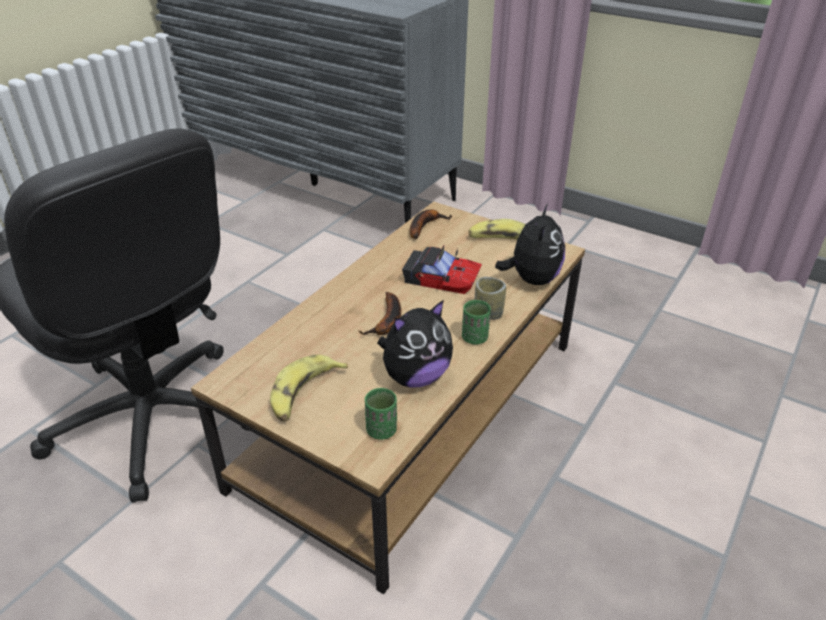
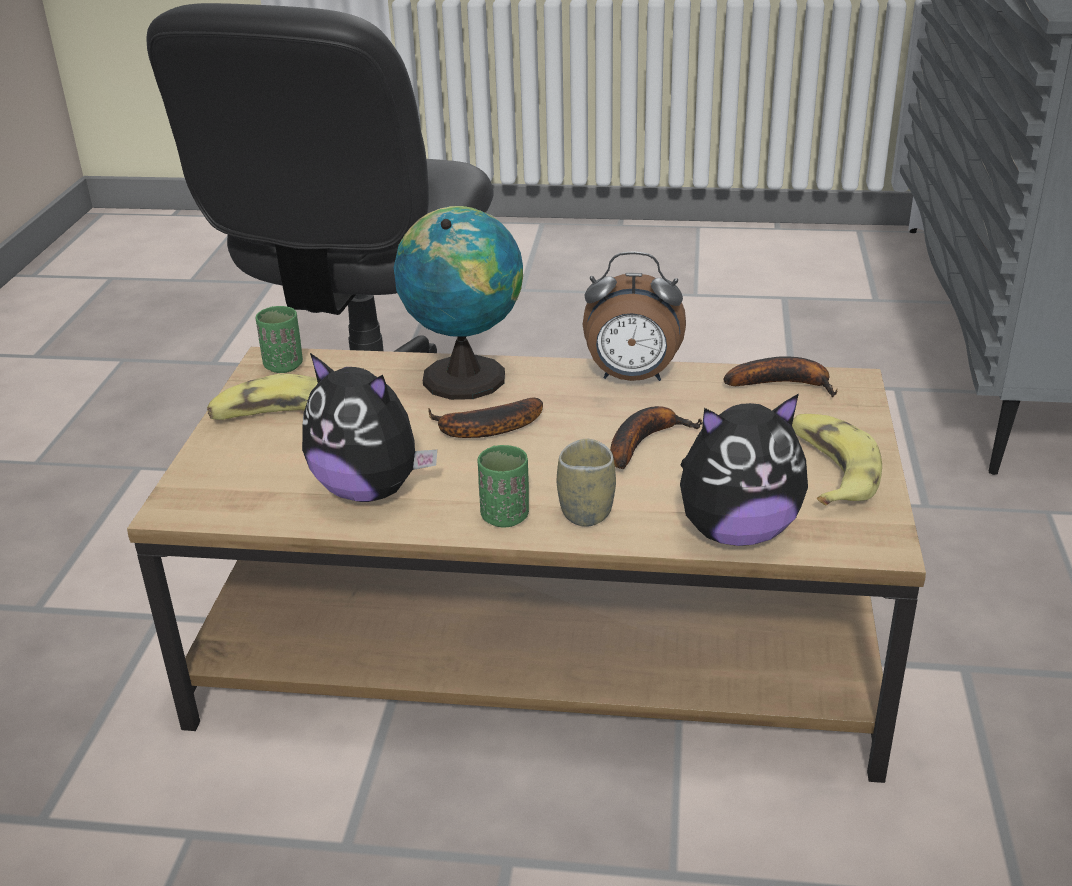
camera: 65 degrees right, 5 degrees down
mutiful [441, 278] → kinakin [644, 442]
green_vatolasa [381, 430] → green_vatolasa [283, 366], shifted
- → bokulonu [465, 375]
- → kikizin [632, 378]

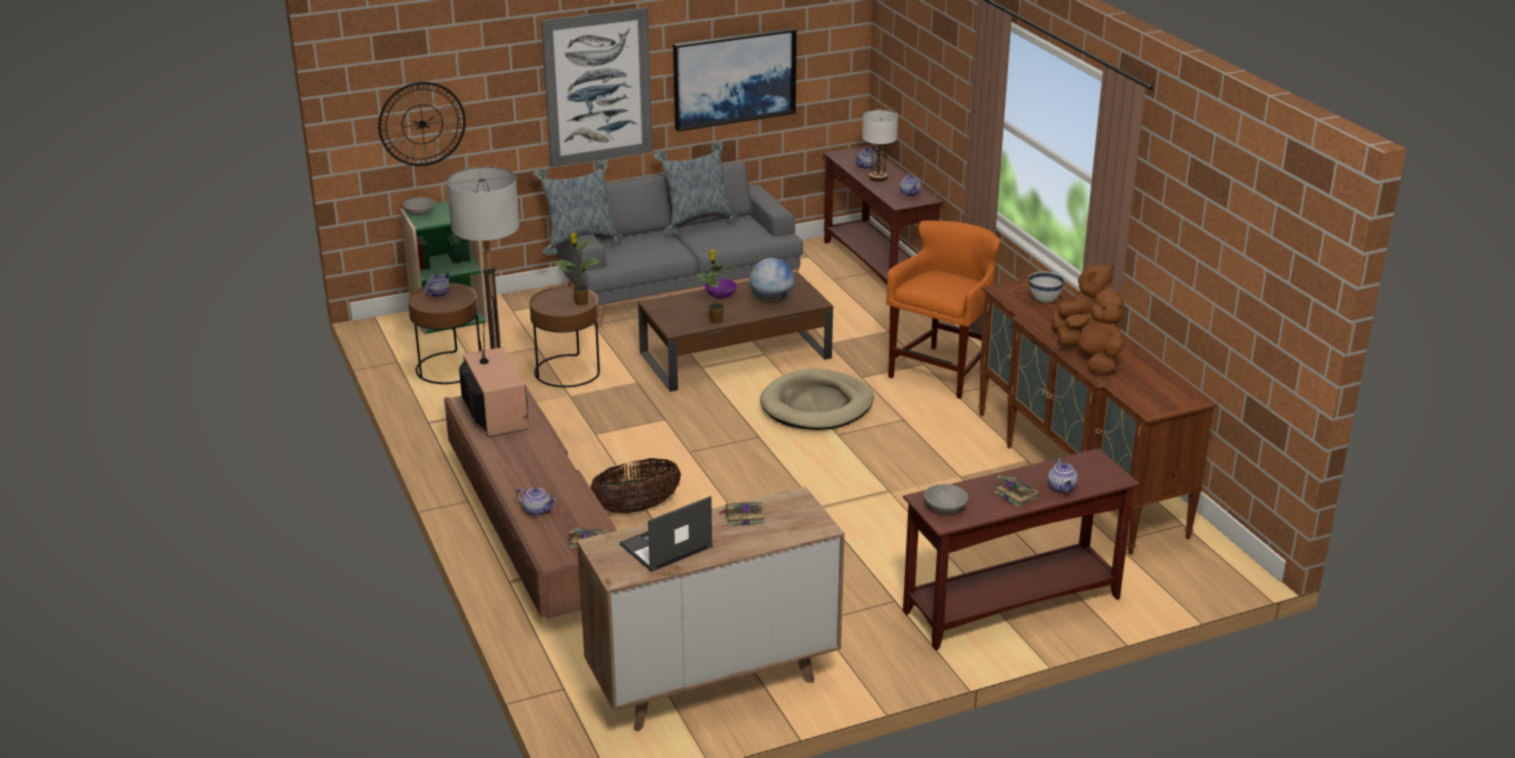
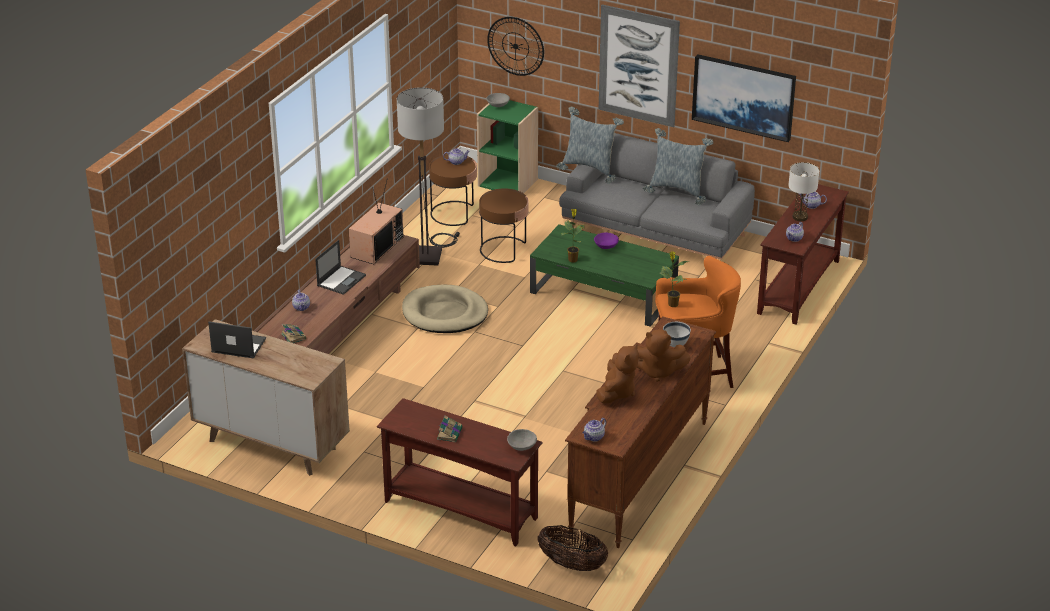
camera: 50 degrees right, 5 degrees up
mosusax [580, 303] → mosusax [672, 304], shifted
bokulonu [771, 300] → -
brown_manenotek [736, 355] → green_manenotek [604, 293]
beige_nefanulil [817, 405] → beige_nefanulil [445, 313], shifted
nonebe [636, 508] → nonebe [572, 564], shifted
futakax [1062, 488] → futakax [594, 437], shifted
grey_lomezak [945, 508] → grey_lomezak [522, 446], shifted
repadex [743, 516] → -
- → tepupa [341, 280]

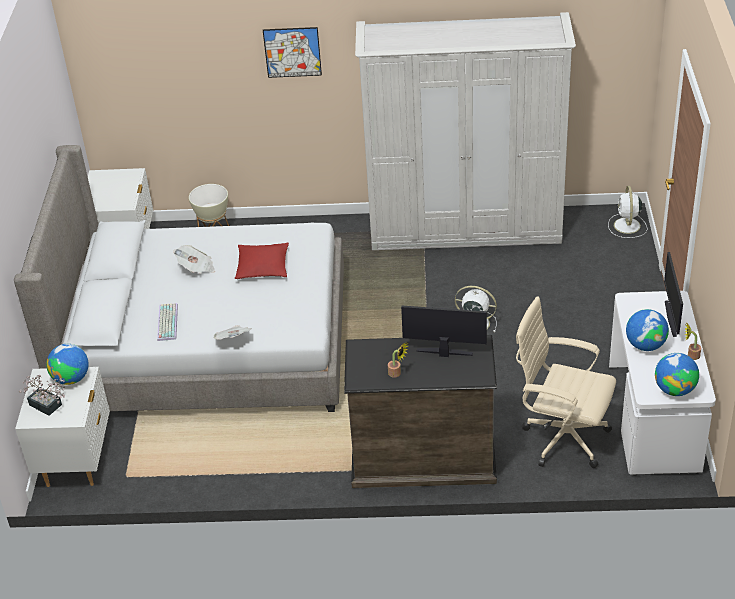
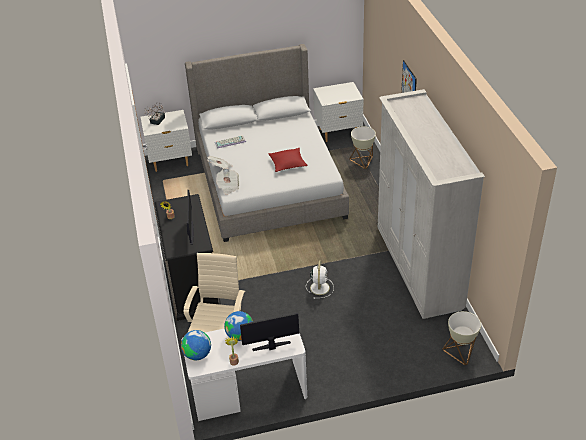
camera: 75 degrees right, 0 degrees up
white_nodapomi [627, 226] → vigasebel [460, 353]
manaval [196, 268] → manaval [228, 186], shifted
bokulonu [71, 379] → -

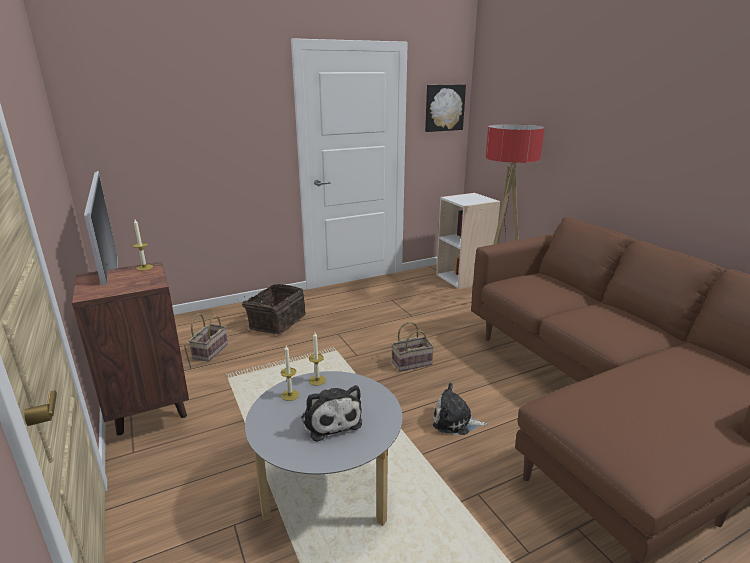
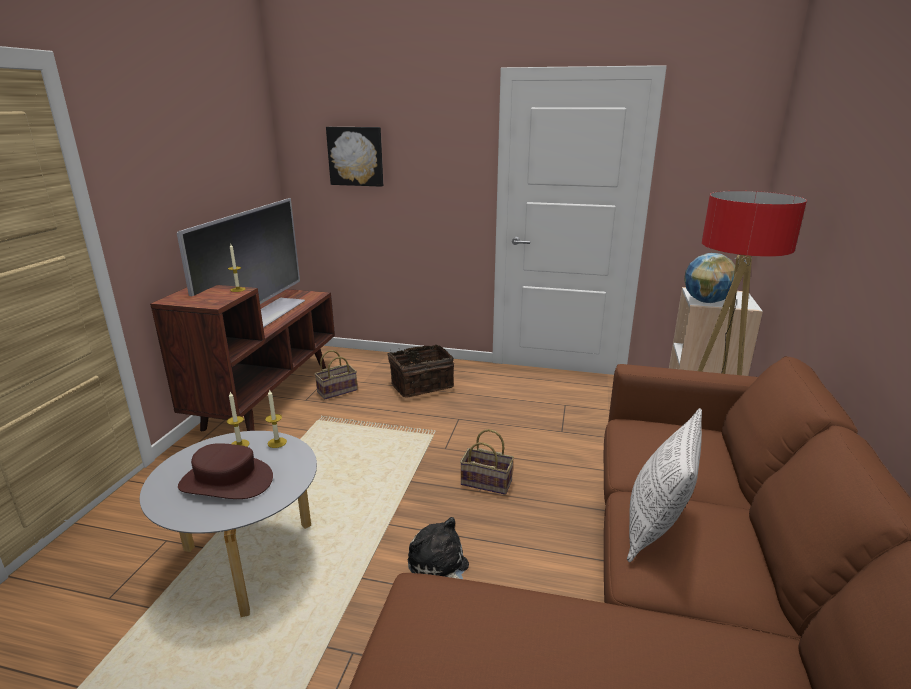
camera: 40 degrees right, 0 degrees up
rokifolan [444, 107] → rokifolan [356, 156], shifted
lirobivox [330, 420] → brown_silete [227, 481]
- → bokulonu [706, 301]
- → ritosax [655, 528]

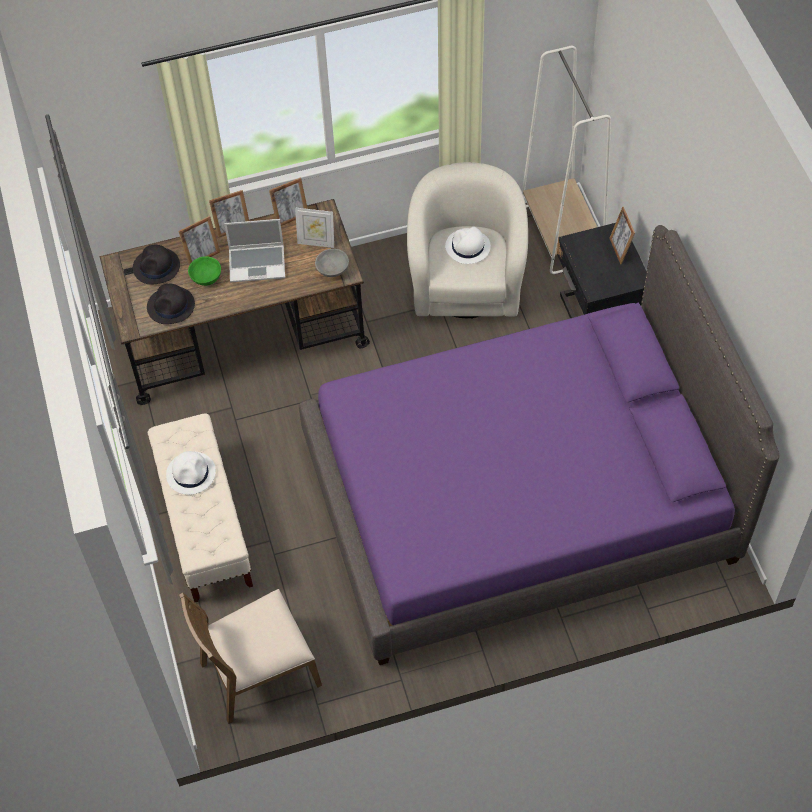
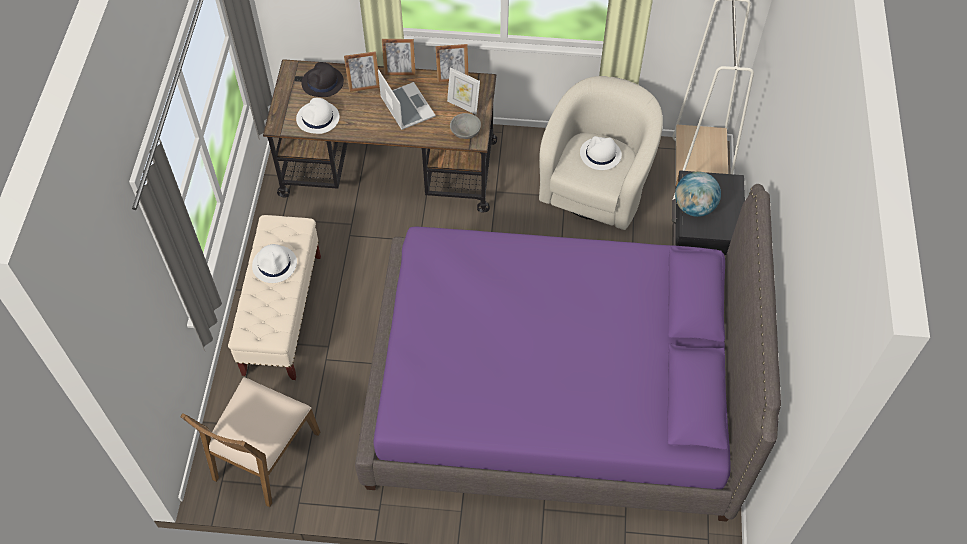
camera: 20 degrees right, 0 degrees up
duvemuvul [619, 250] → -
tepupa [258, 263] → tepupa [406, 107], 135 degrees counterclockwise
green_lomezak [206, 278] → -
black_silete [171, 306] → white_silete [318, 118]
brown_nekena [258, 672] → brown_nekena [264, 455], 60 degrees counterclockwise
- → bokulonu [694, 207]

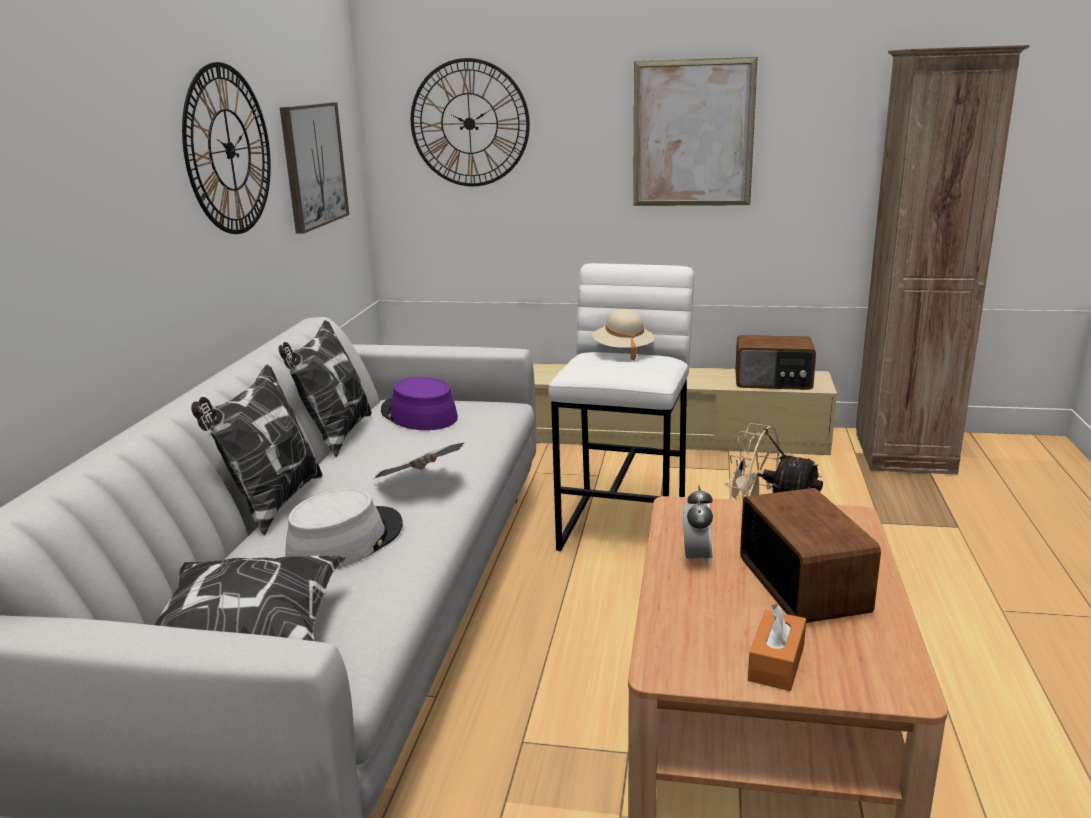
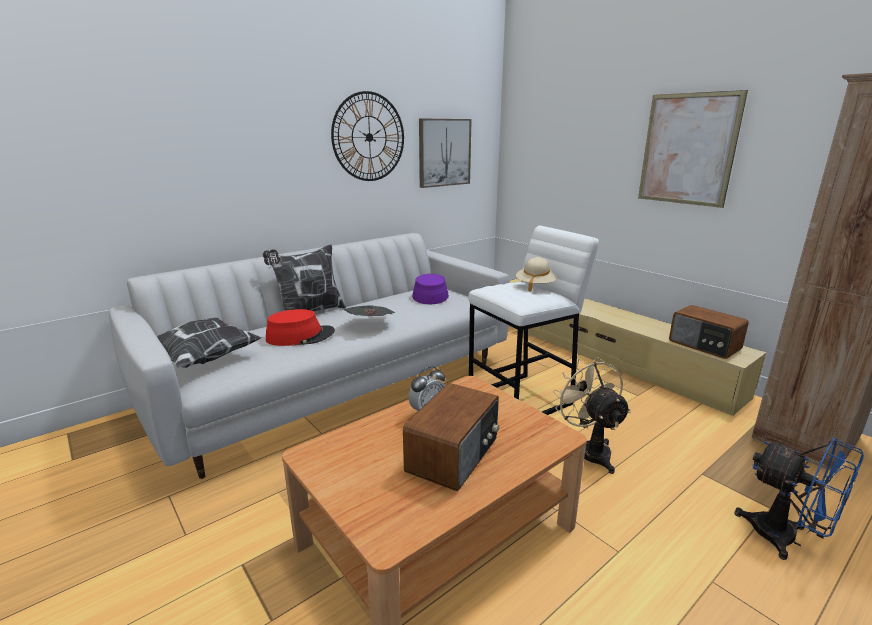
camera: 40 degrees right, 0 degrees up
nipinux [469, 123] → -
ritosax [335, 436] → -
grey_silete [345, 541] → red_silete [300, 336]
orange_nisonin [776, 663] → -
- → blue_nodapomi [786, 539]

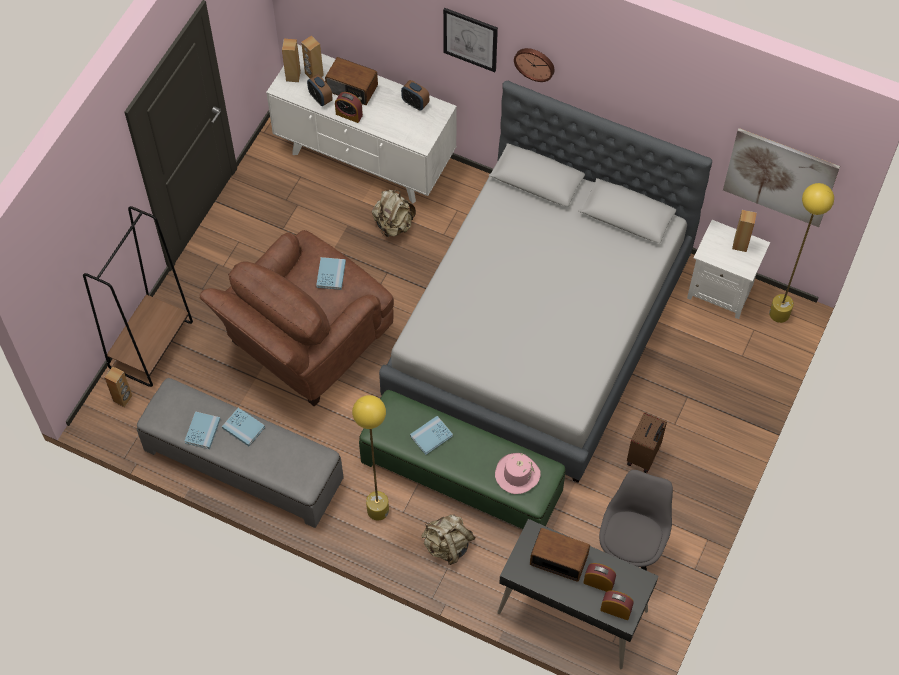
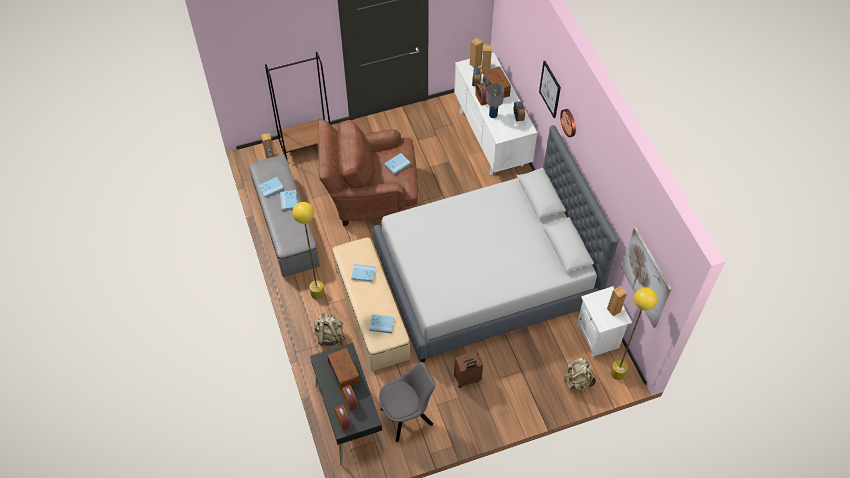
camera: 45 degrees right, 5 degrees down
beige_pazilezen [393, 225] → beige_pazilezen [577, 380], shifted
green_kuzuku [462, 476] → beige_kuzuku [372, 312]
pink_silete [517, 474] → blue_repadex [381, 324]
- → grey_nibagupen [493, 115]

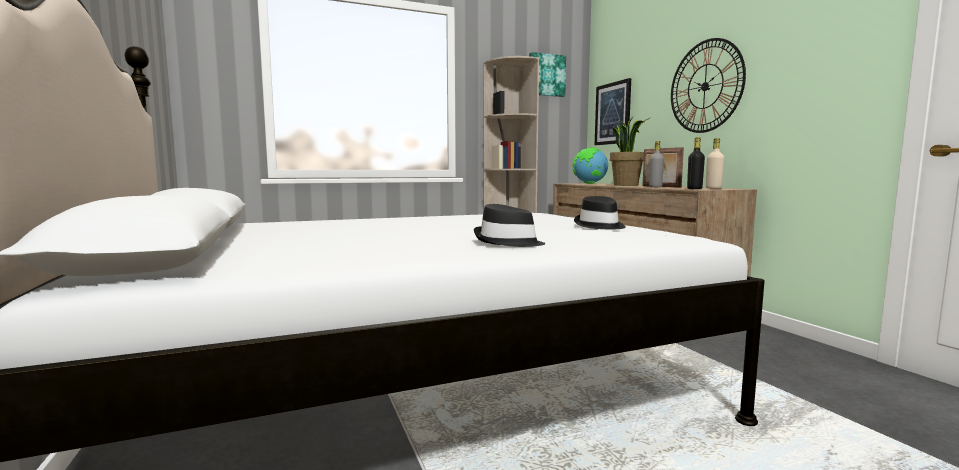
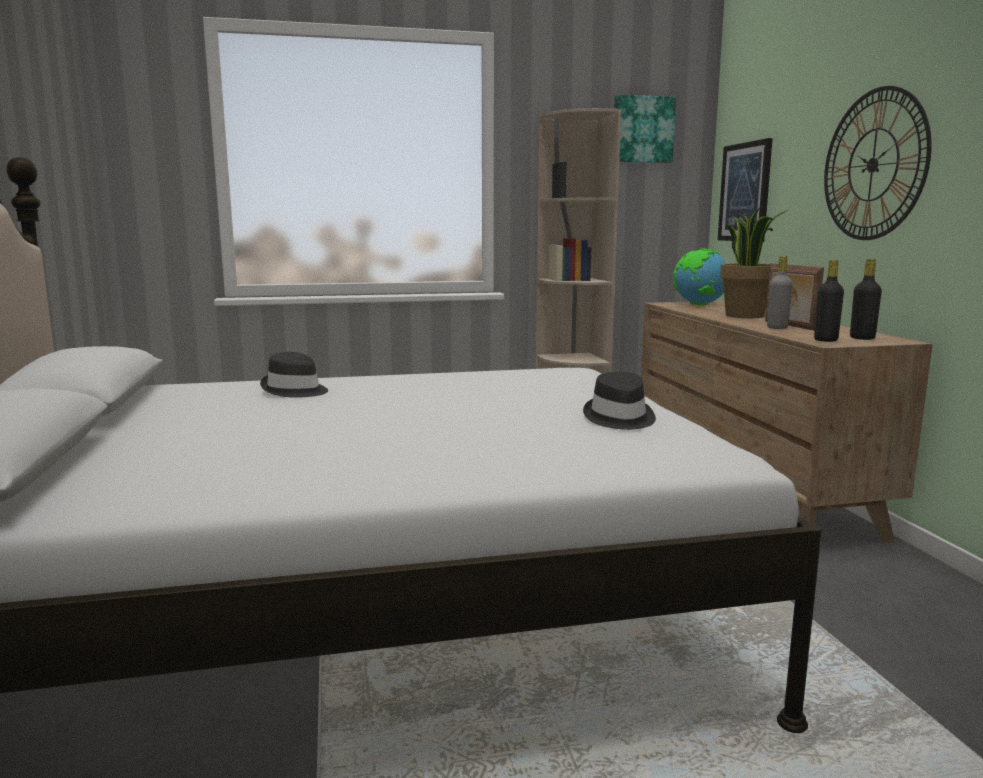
camera: 10 degrees right, 5 degrees up
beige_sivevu [713, 188] → black_sivevu [862, 338]
black_silete [508, 242] → black_silete [295, 390], shifted

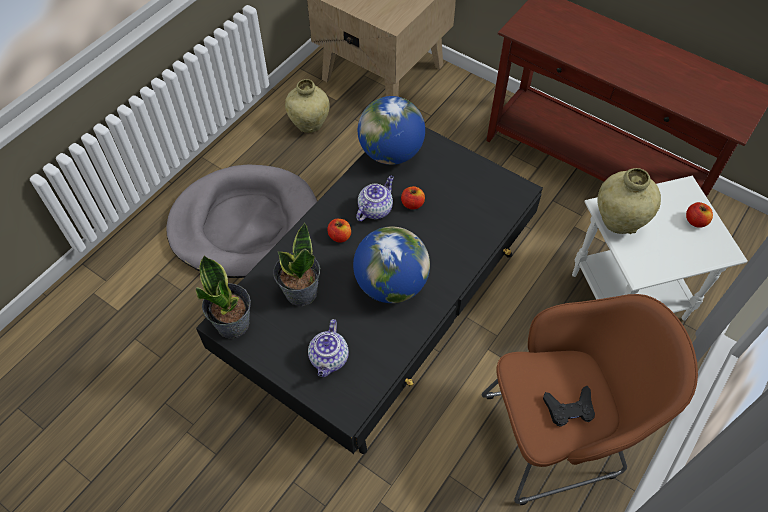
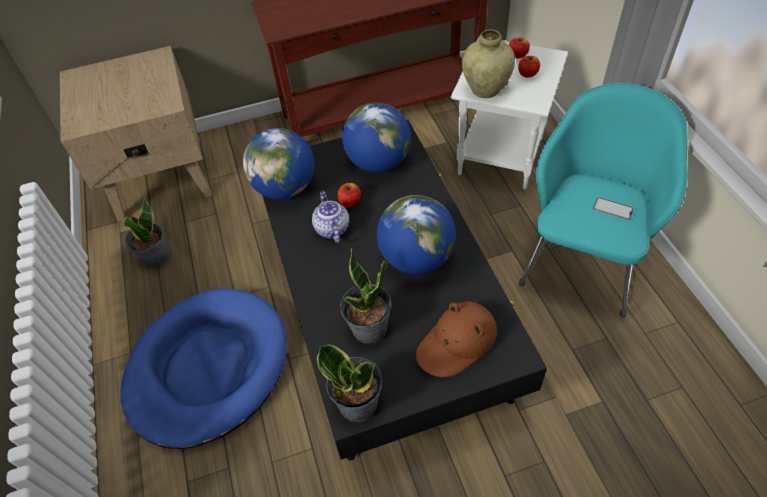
camera: 50 degrees left, 5 degrees down
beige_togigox [309, 125] → mosusax [155, 257]
grey_nefanulil [245, 225] → blue_nefanulil [208, 368]
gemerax [340, 236] → gemerax [527, 74], shifted
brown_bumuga [557, 435] → turquoise_bumuga [582, 260]
futakax [329, 359] → brown_silete [456, 343]
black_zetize [569, 408] → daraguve [613, 209]
- → bokulonu [378, 162]

